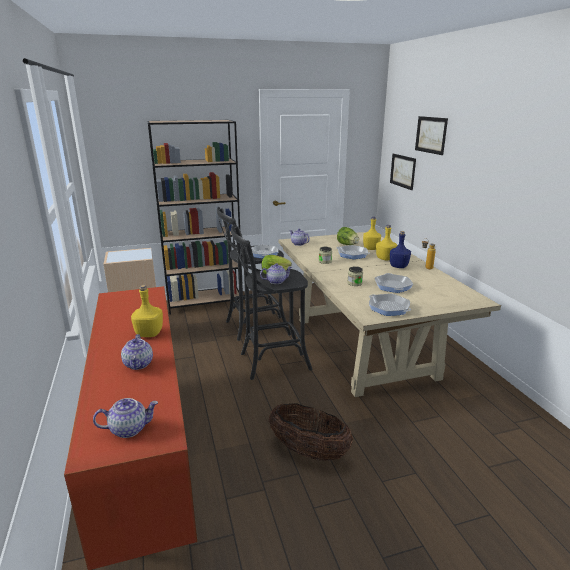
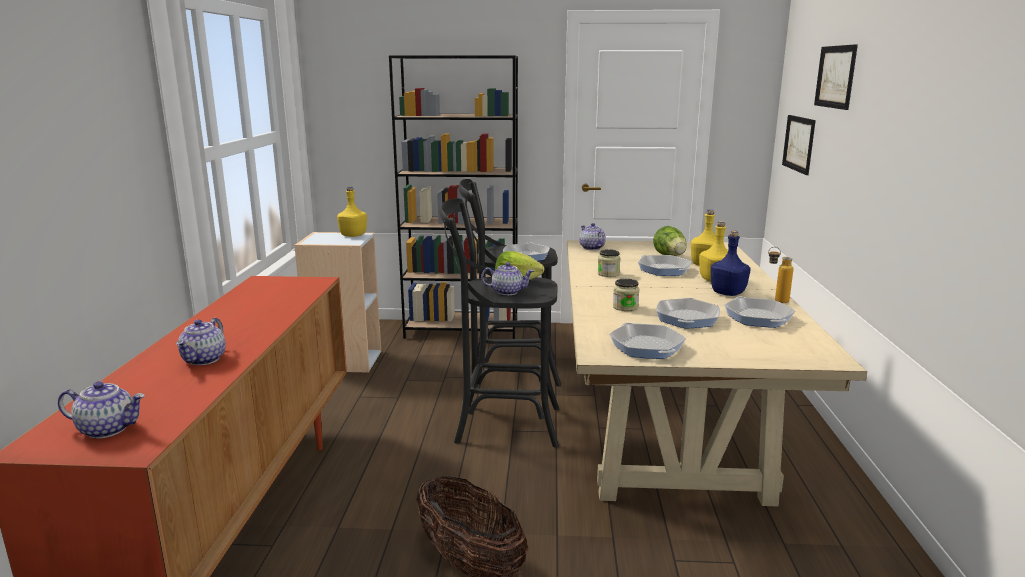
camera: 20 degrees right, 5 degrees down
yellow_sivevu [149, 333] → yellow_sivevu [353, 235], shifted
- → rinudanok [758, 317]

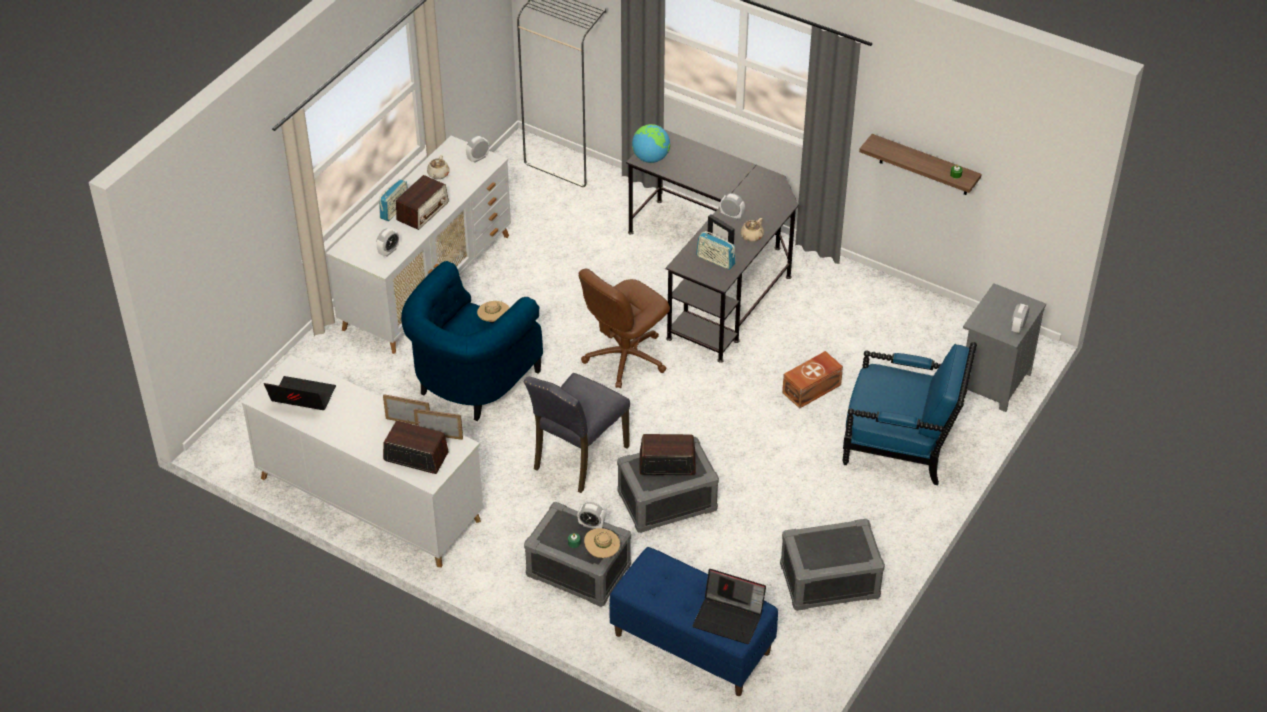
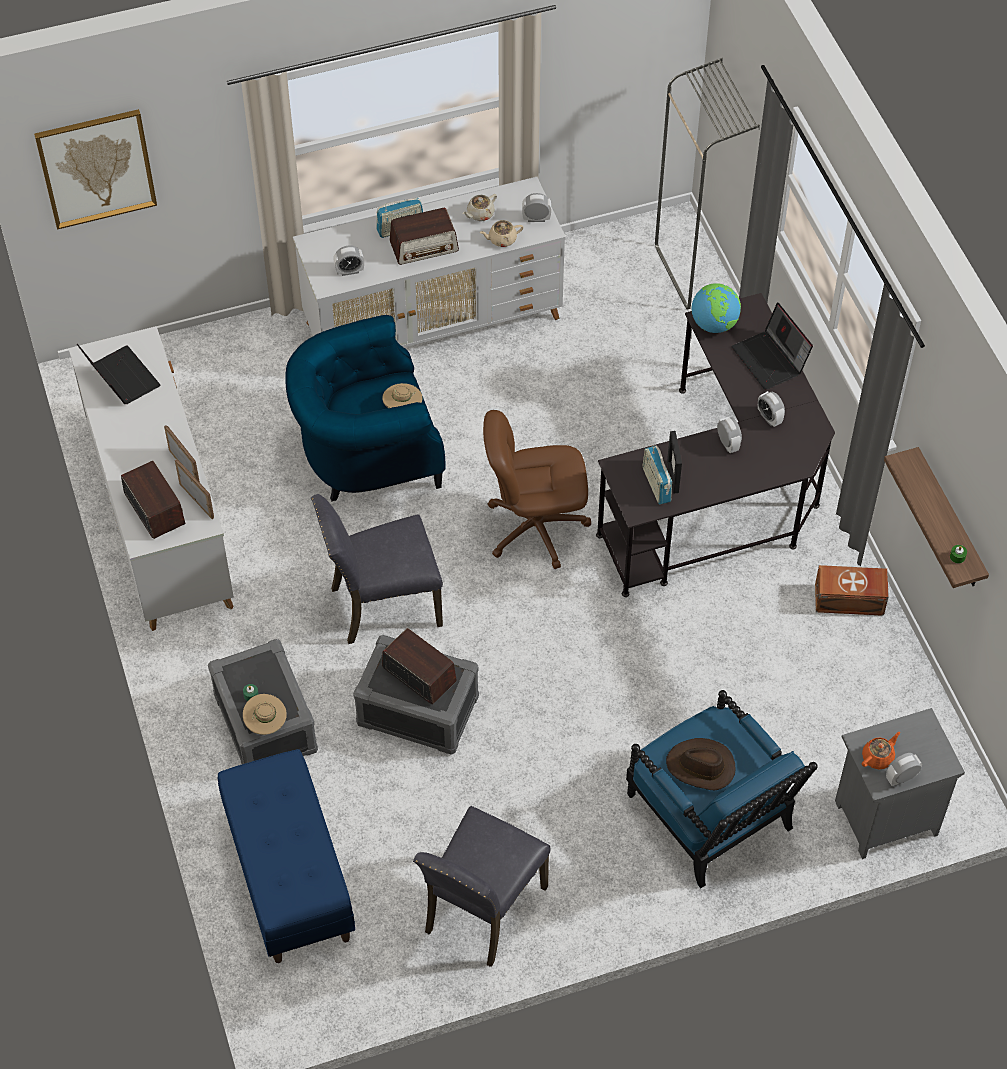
camera: 40 degrees right, 10 degrees up
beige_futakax [751, 236] → beige_futakax [502, 239], shifted
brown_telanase [812, 389] → brown_telanase [850, 600], shifted
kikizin [591, 525] → kikizin [769, 418], shifted
grey_telanase [829, 581] → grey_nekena [482, 910]
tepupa [729, 618] → tepupa [770, 360], shifted
- → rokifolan [96, 168]
- → orange_futakax [878, 757]
- → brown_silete [701, 767]

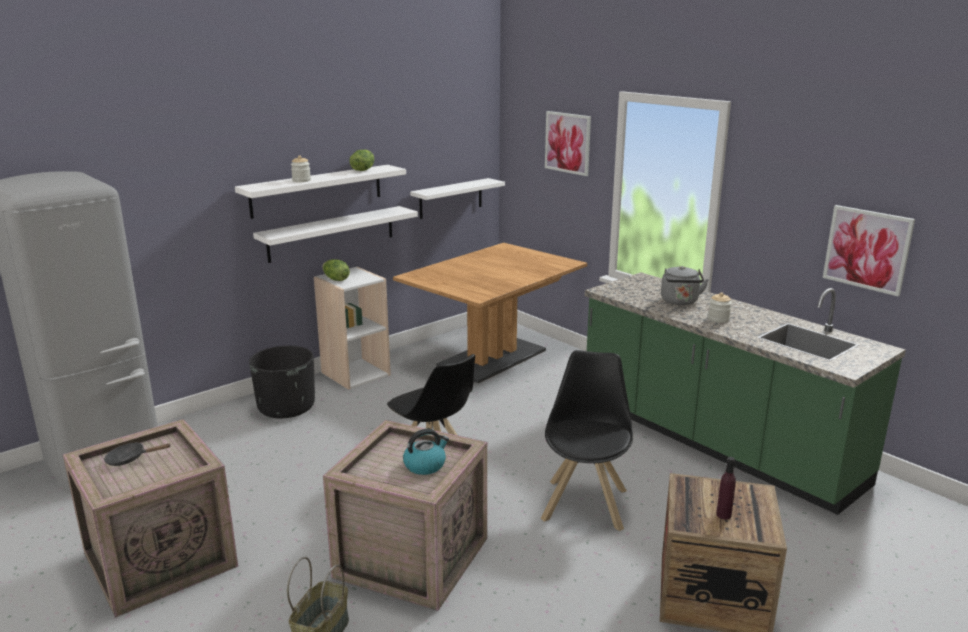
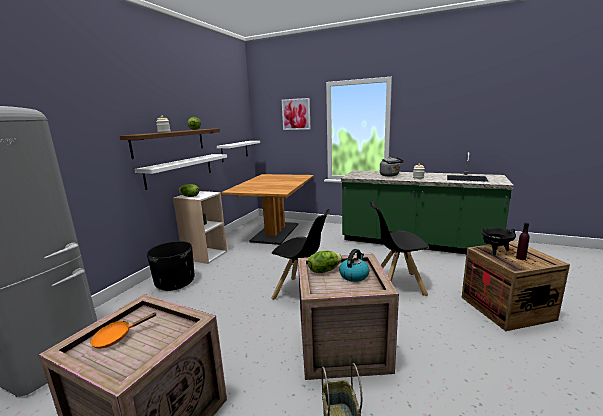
camera: 25 degrees left, 5 degrees down
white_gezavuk [317, 190] → brown_gezavuk [169, 142]
rokifolan [867, 249] → -
black_nekena [585, 503] → black_nekena [397, 284], 75 degrees counterclockwise
black_rinudanok [130, 459] → orange_rinudanok [117, 337]
- → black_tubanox [495, 251]
- → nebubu [324, 270]

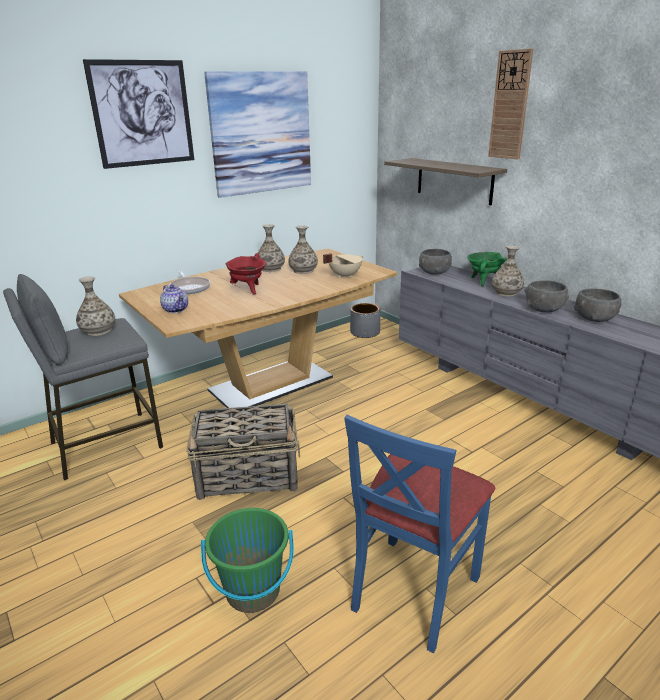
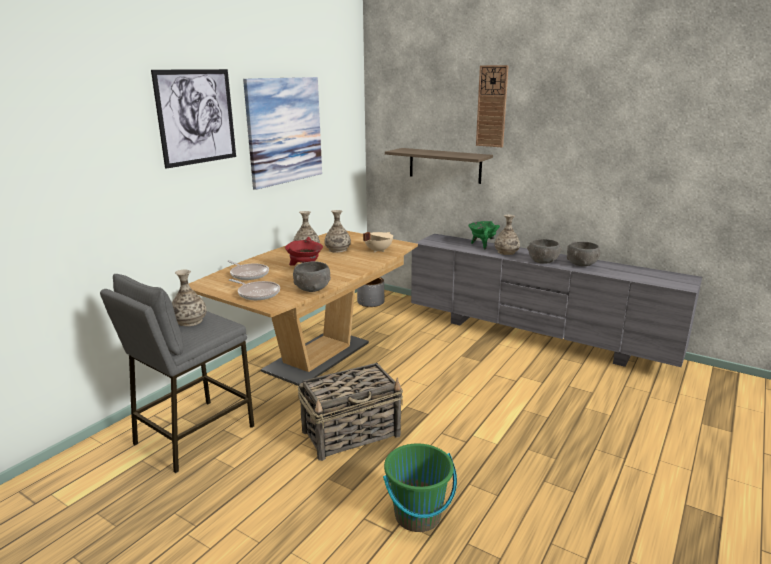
camera: 20 degrees left, 5 degrees down
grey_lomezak [434, 272] → grey_lomezak [312, 289], shifted
futakax [176, 309] → rinudanok [257, 293]
blue_nekena [413, 590] → -

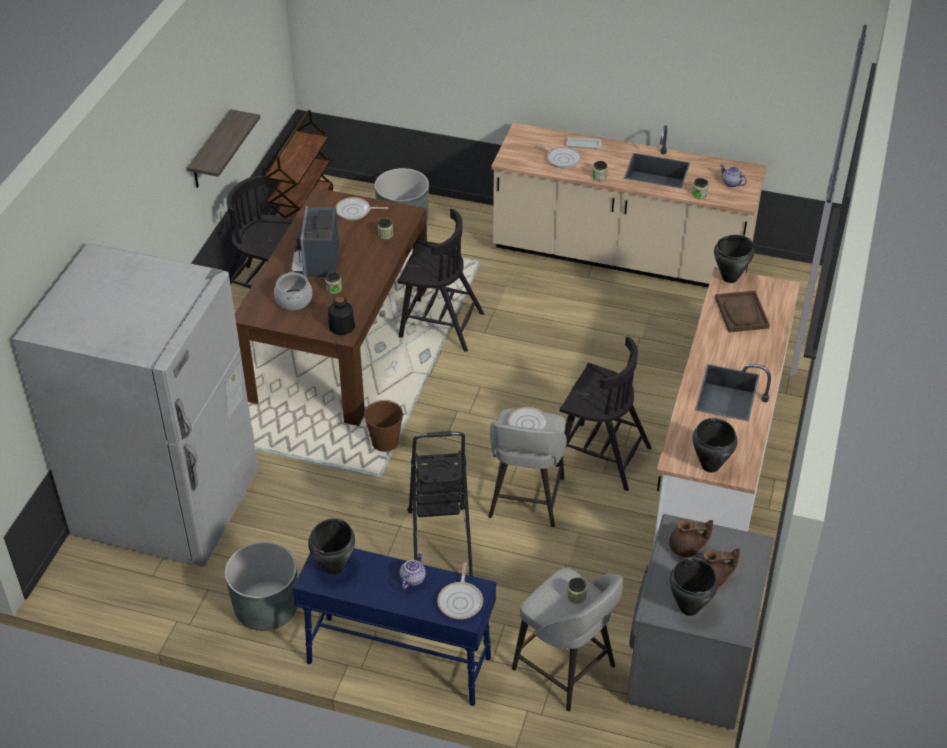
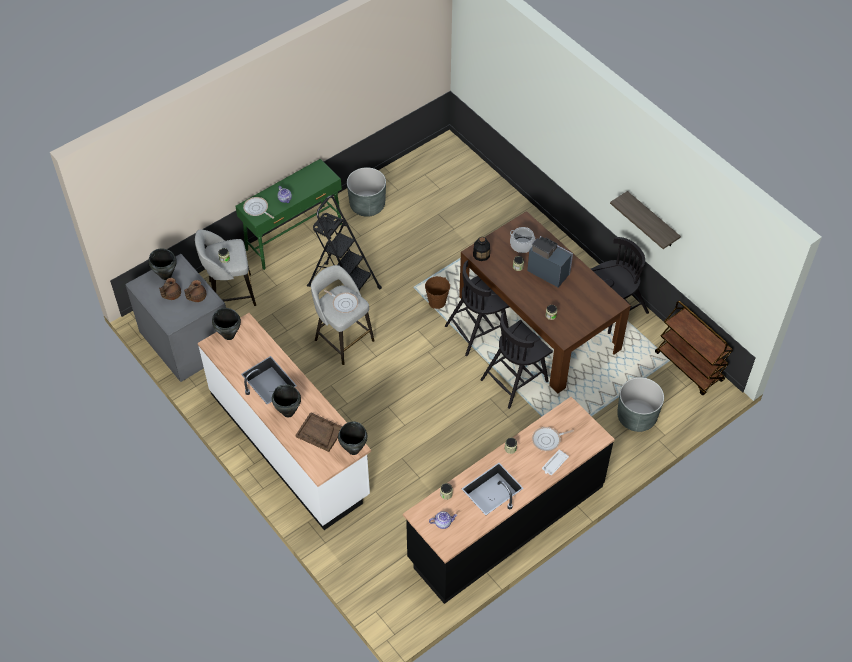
camera: 125 degrees right, 10 degrees up
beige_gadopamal [621, 256] → black_gadopamal [505, 522]
rinudanok [355, 211] → -
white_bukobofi [167, 502] → -
black_nekena [600, 455] → black_nekena [478, 330], shifted
black_tubanox [334, 567] → black_tubanox [288, 412], shifted
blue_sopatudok [399, 659] → green_sopatudok [294, 237]

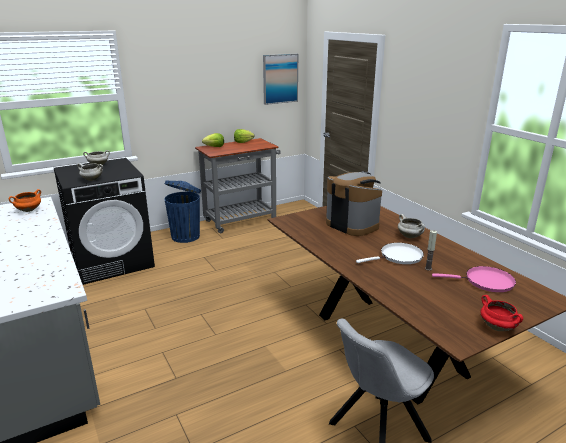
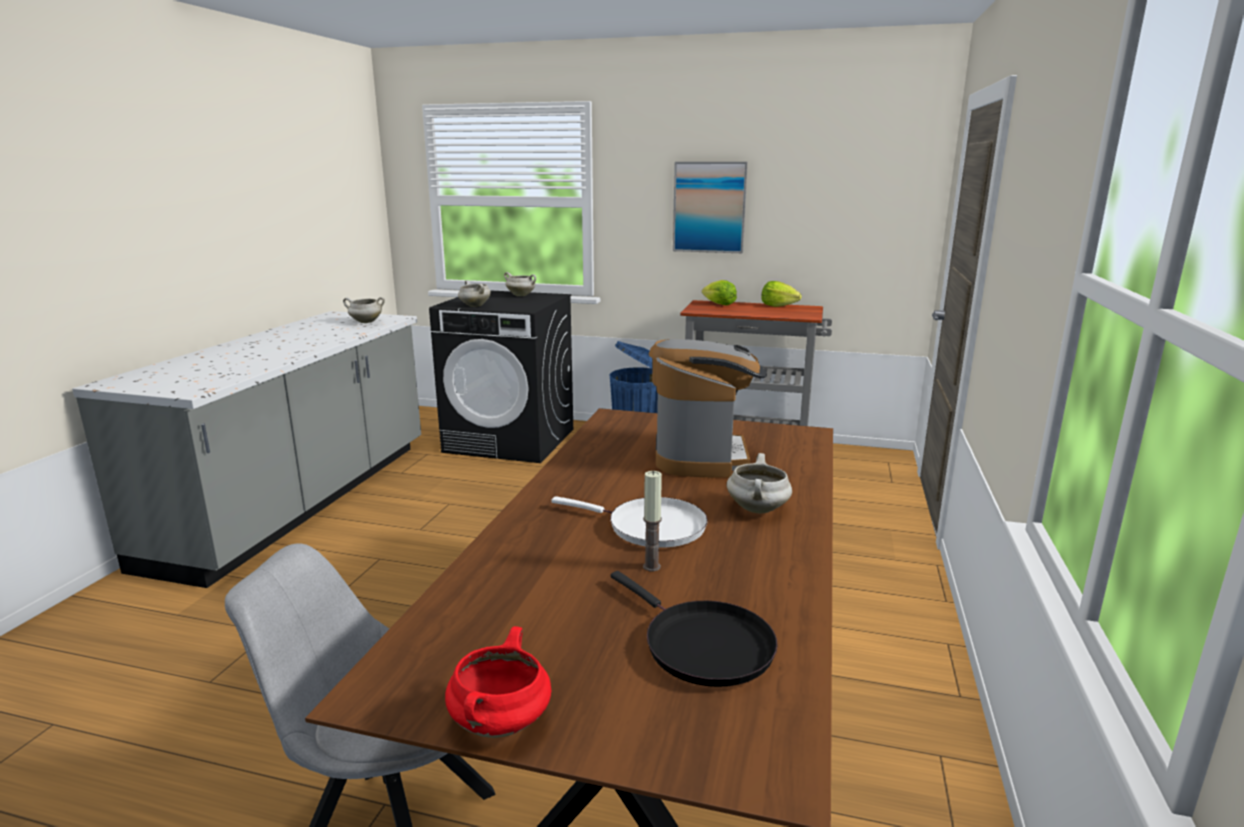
camera: 45 degrees right, 5 degrees down
rokifolan [280, 78] → rokifolan [709, 207], shifted
orange_tubanox [28, 210] → white_tubanox [365, 322]
pink_rinudanok [485, 282] → black_rinudanok [702, 645]

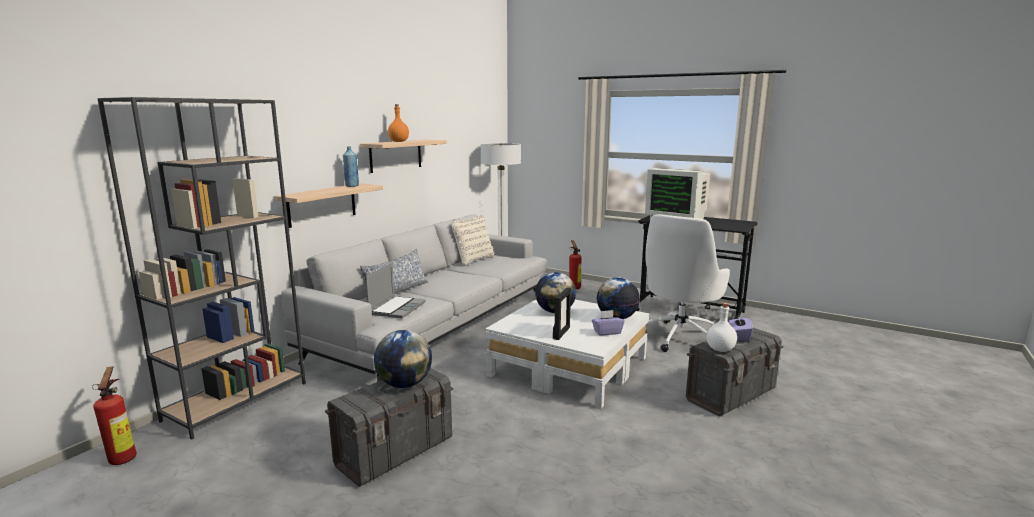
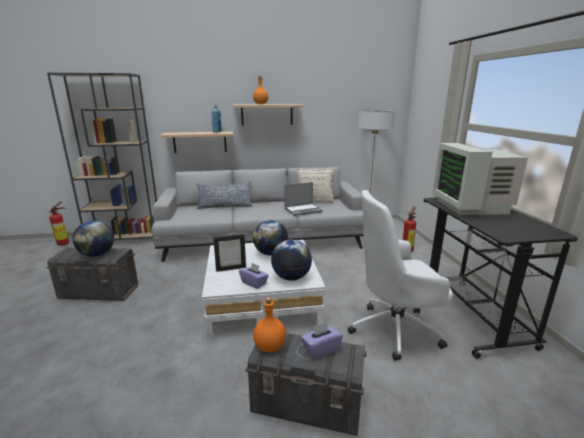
camera: 50 degrees right, 5 degrees up
tepupa [397, 308] → tepupa [303, 210], shifted
white_sivevu [720, 349] → orange_sivevu [269, 346]

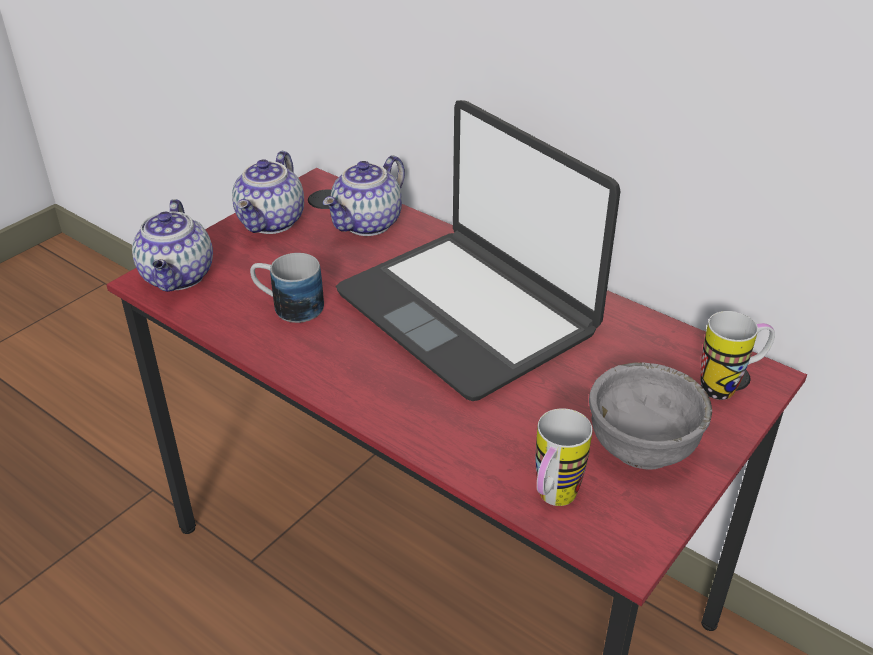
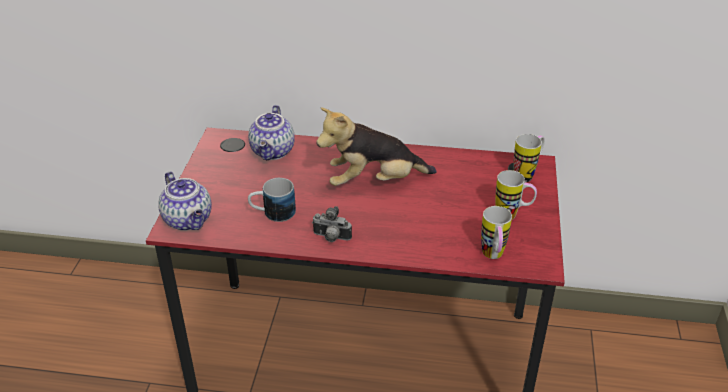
camera: 30 degrees left, 0 degrees up
tepupa [468, 312] → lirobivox [374, 182]
futakax [272, 222] → -
grey_lomezak [643, 446] → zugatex [512, 216]
- → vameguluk [331, 238]

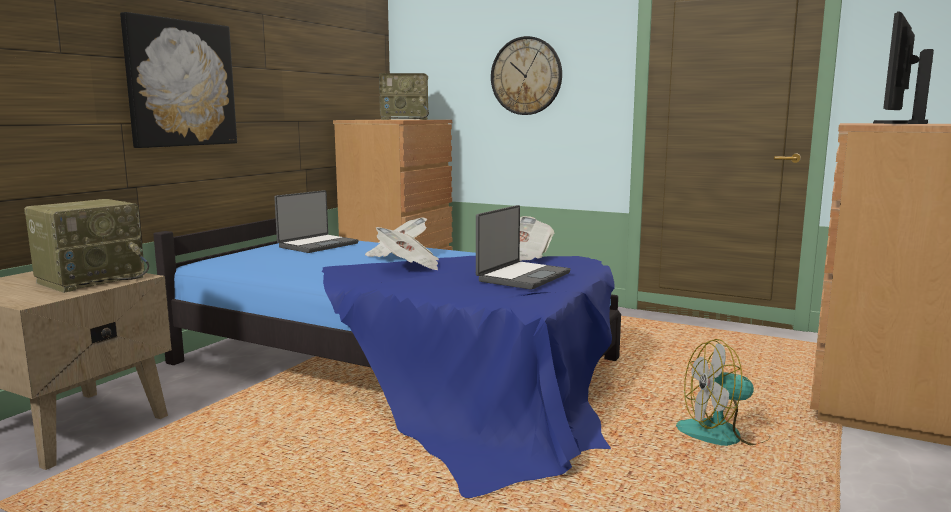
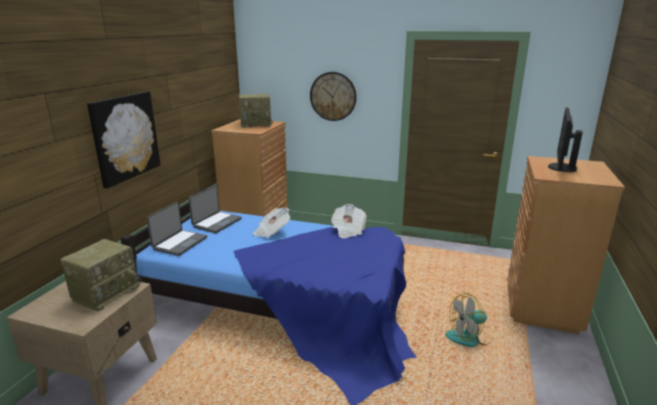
camera: 10 degrees left, 10 degrees up
tepupa [522, 277] → tepupa [179, 243], shifted
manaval [409, 266] → -

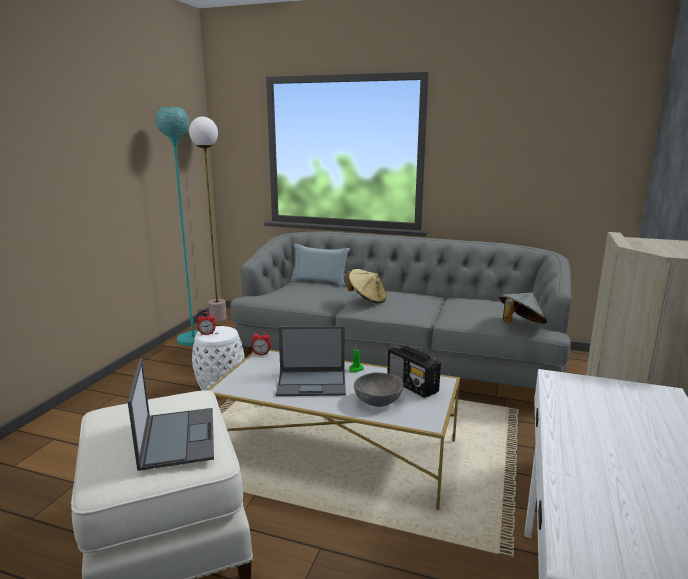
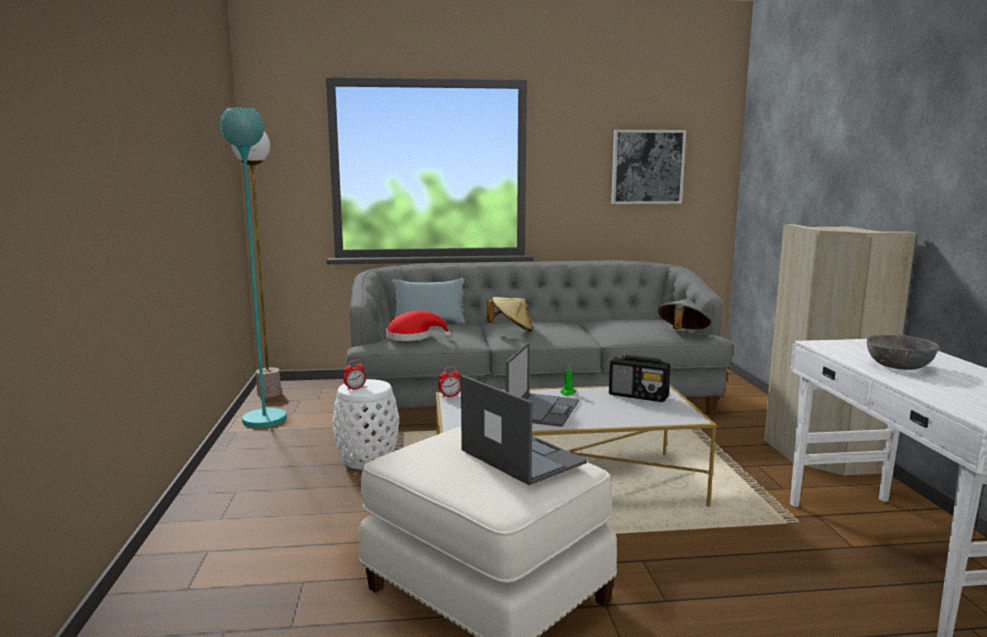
camera: 25 degrees left, 5 degrees down
tepupa [312, 383] → tepupa [543, 410], 45 degrees counterclockwise
grey_lomezak [378, 401] → grey_lomezak [899, 366], shifted
- → rokifolan [647, 167]
- → red_silete [413, 337]

